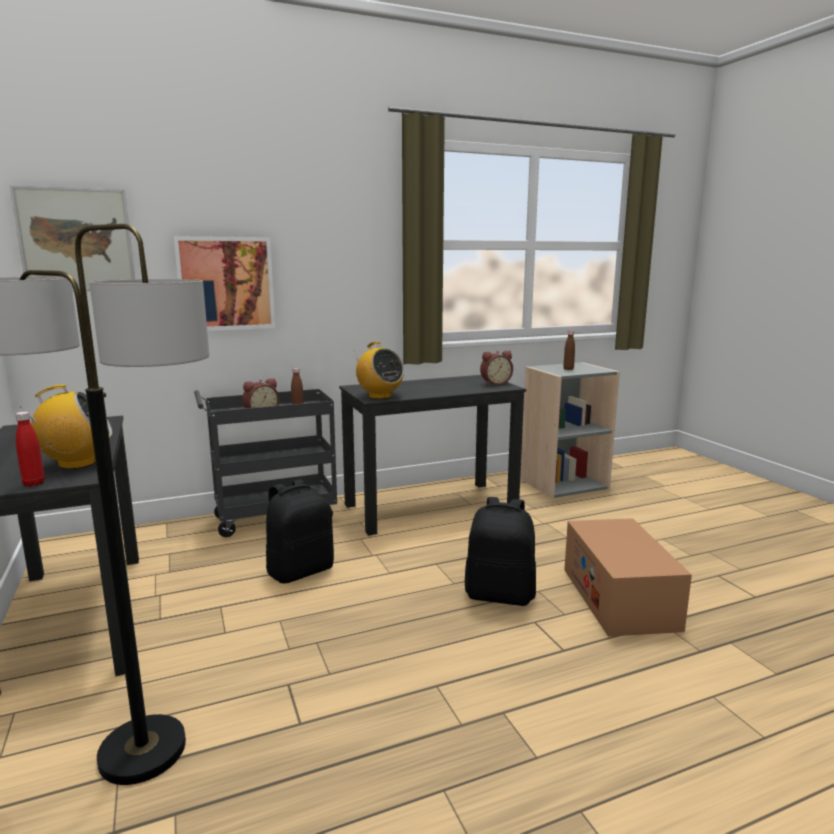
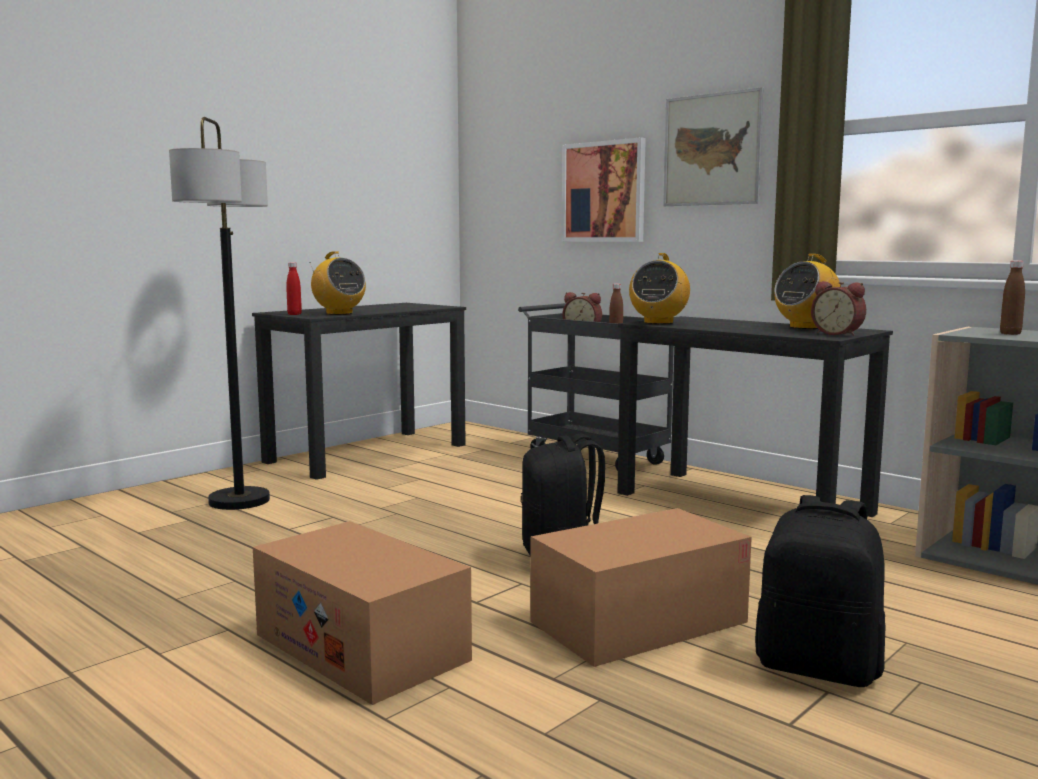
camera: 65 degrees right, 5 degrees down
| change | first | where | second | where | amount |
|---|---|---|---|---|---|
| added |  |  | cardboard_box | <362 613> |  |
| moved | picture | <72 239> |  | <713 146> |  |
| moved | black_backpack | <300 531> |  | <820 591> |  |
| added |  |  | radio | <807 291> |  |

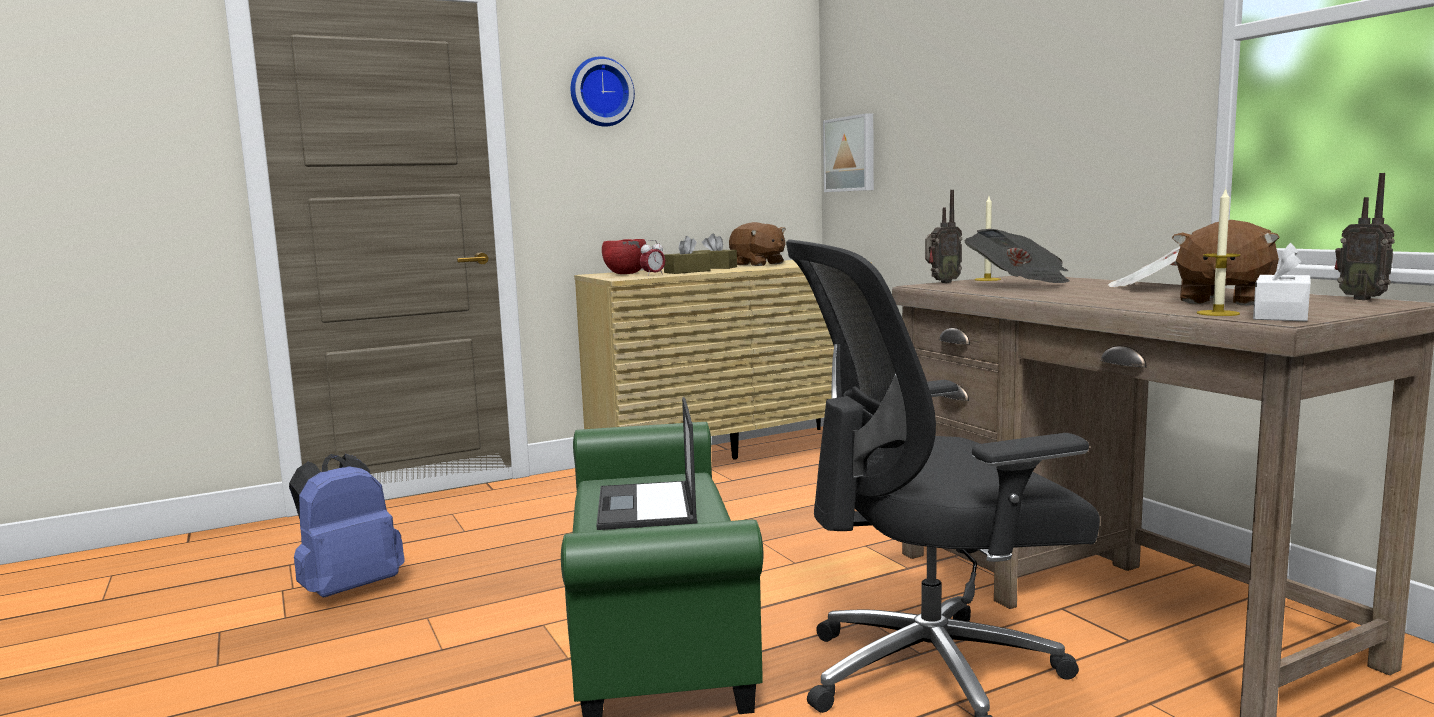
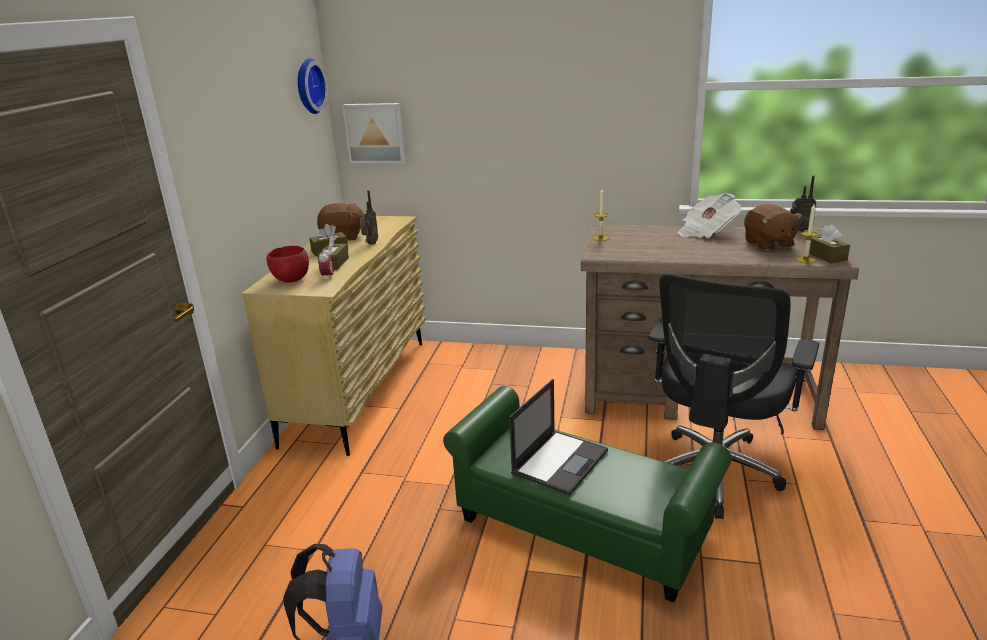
camera: 50 degrees left, 15 degrees up
| change | first | where | second | where | amount |
|---|---|---|---|---|---|
| moved | wall_clock | <603 91> |  | <313 86> |  |
| moved | radio | <943 236> |  | <369 217> |  |
| turned | laptop | <647 463> |  | <558 437> | 90 degrees counterclockwise |
| recoloured | white_tissue_box | <1281 282> | brown_tissue_box | <829 244> |  |
| removed | newspaper | <1017 256> |  |  |  |

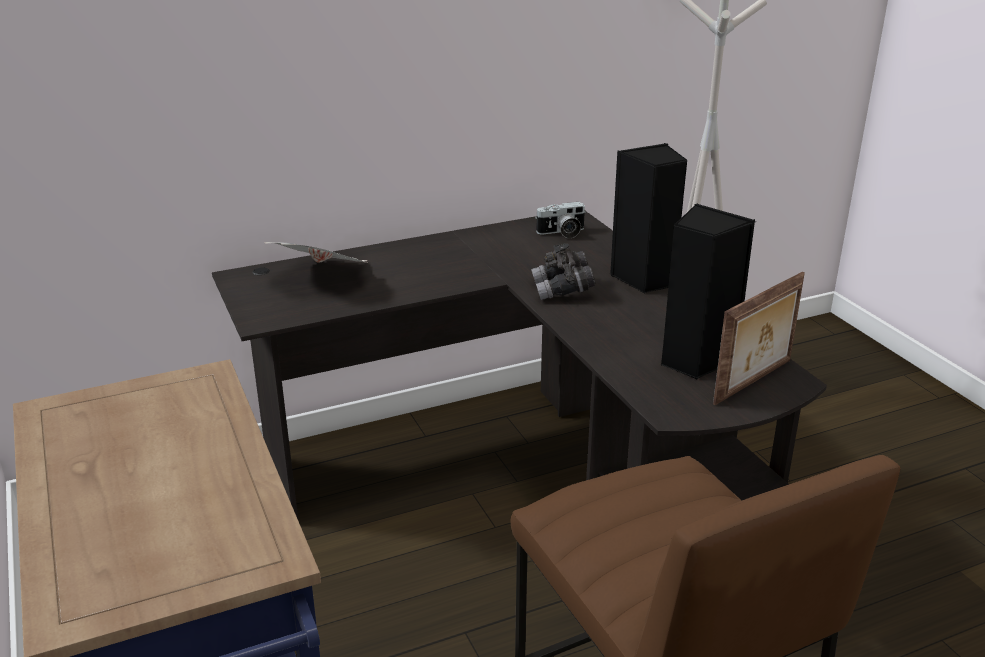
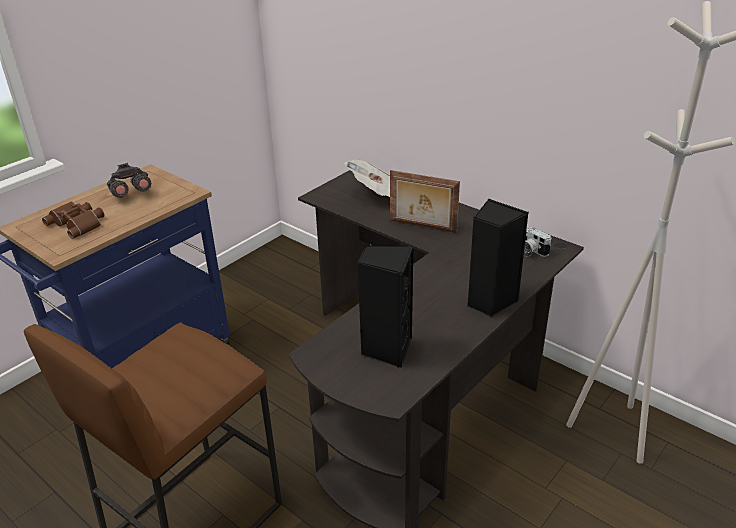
camera: 65 degrees right, 5 degrees up
| change | first | where | second | where | amount |
|---|---|---|---|---|---|
| added |  |  | brown_binoculars | <73 220> |  |
| moved | grey_binoculars | <563 271> |  | <129 180> |  |
| moved | picture_frame | <759 338> |  | <425 201> |  |

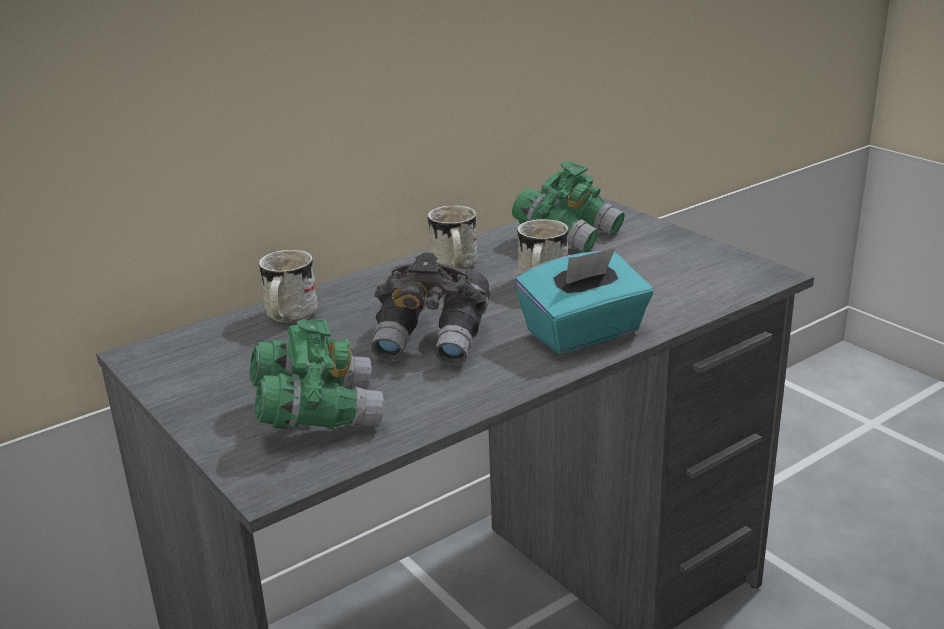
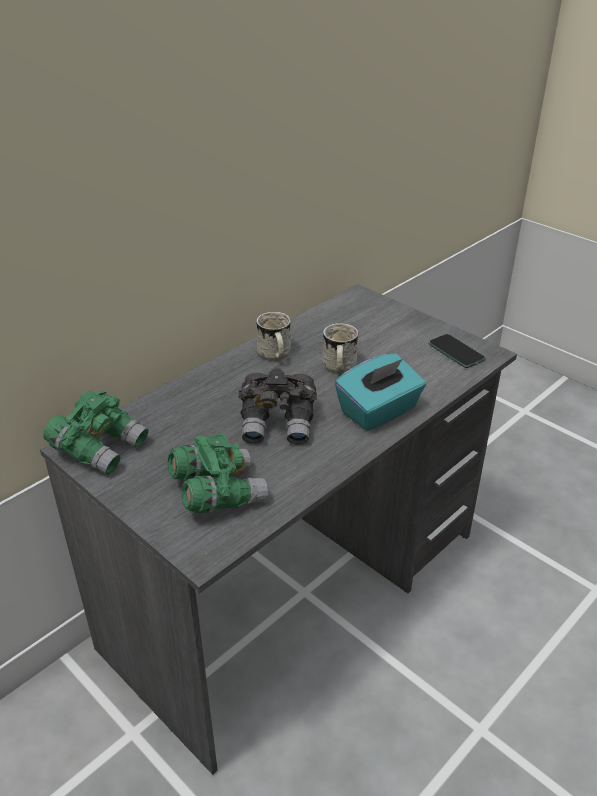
camera: 10 degrees left, 10 degrees up
| change | first | where | second | where | amount |
|---|---|---|---|---|---|
| moved | green_binoculars | <568 207> |  | <95 432> |  |
| added |  |  | phone | <457 351> |  |
| removed | white_mug | <288 286> |  |  |  |

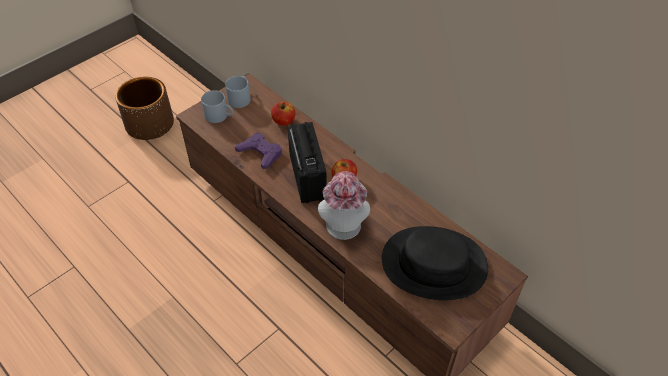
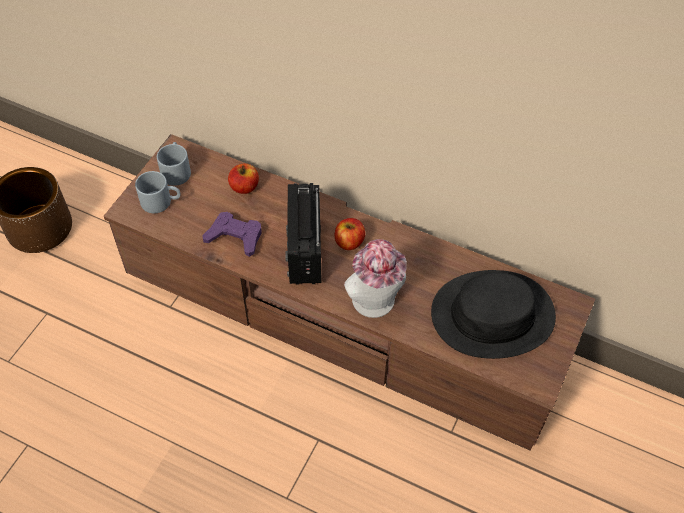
camera: 20 degrees left, 5 degrees up
| change | first | where | second | where | amount |
|---|---|---|---|---|---|
| turned | radio | <307 162> |  | <303 234> | 150 degrees counterclockwise |

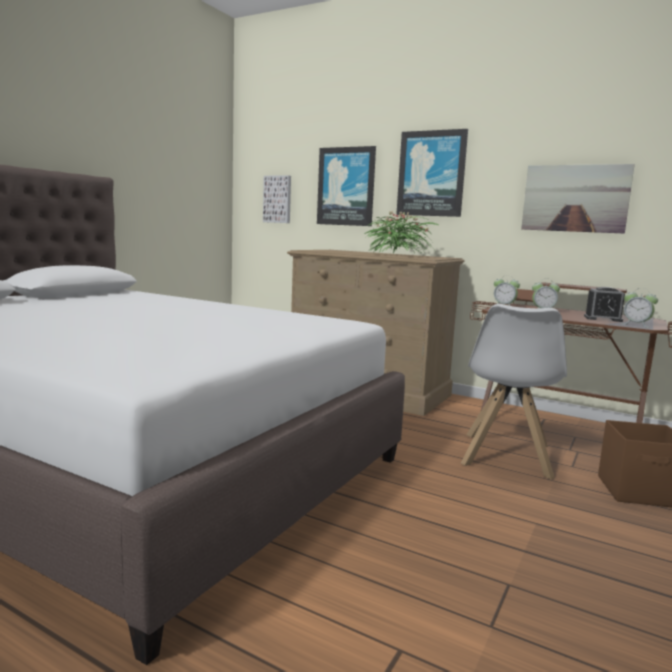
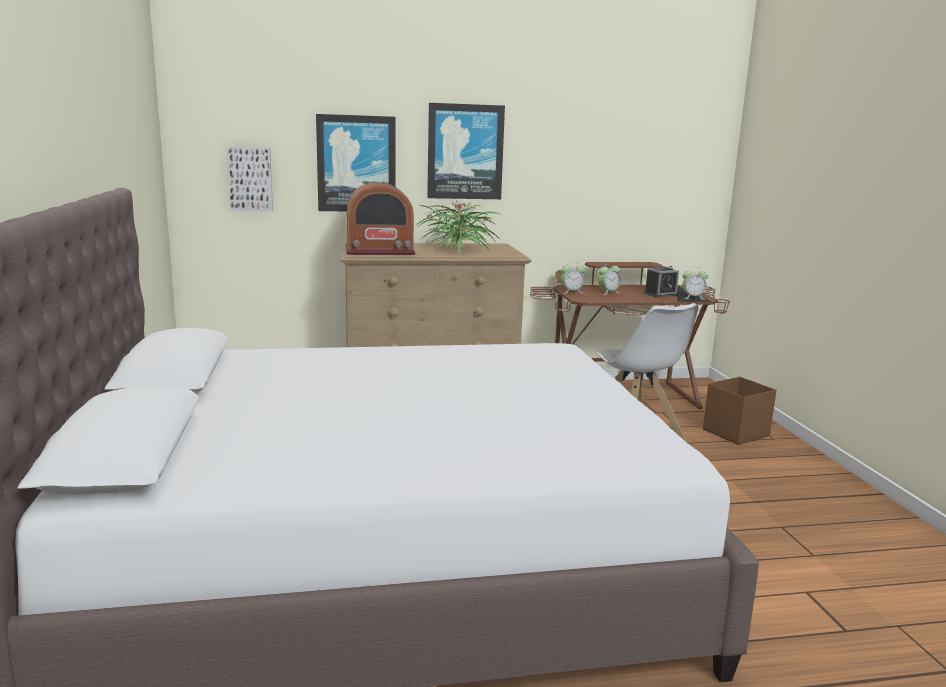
camera: 40 degrees left, 5 degrees up
| change | first | where | second | where | amount |
|---|---|---|---|---|---|
| added |  |  | radio | <380 219> |  |
| removed | picture | <578 199> |  |  |  |

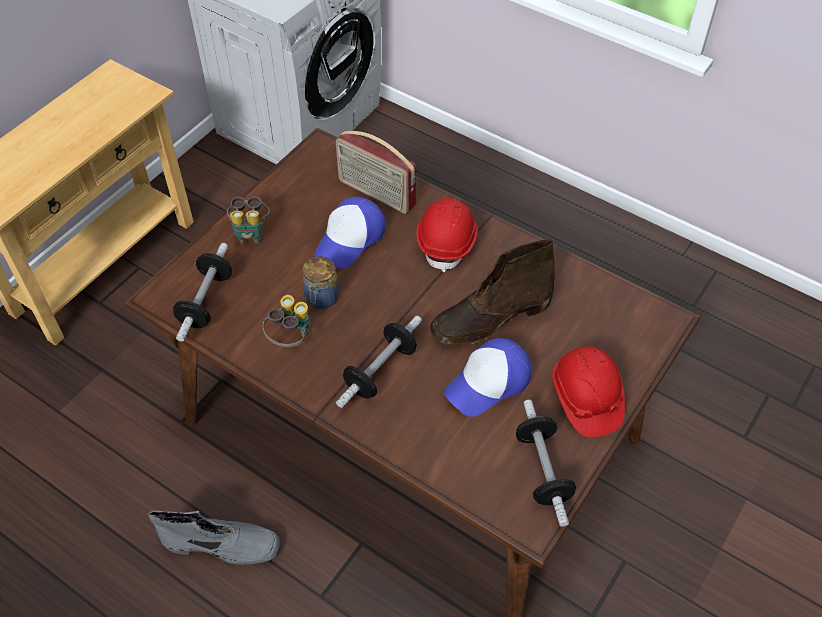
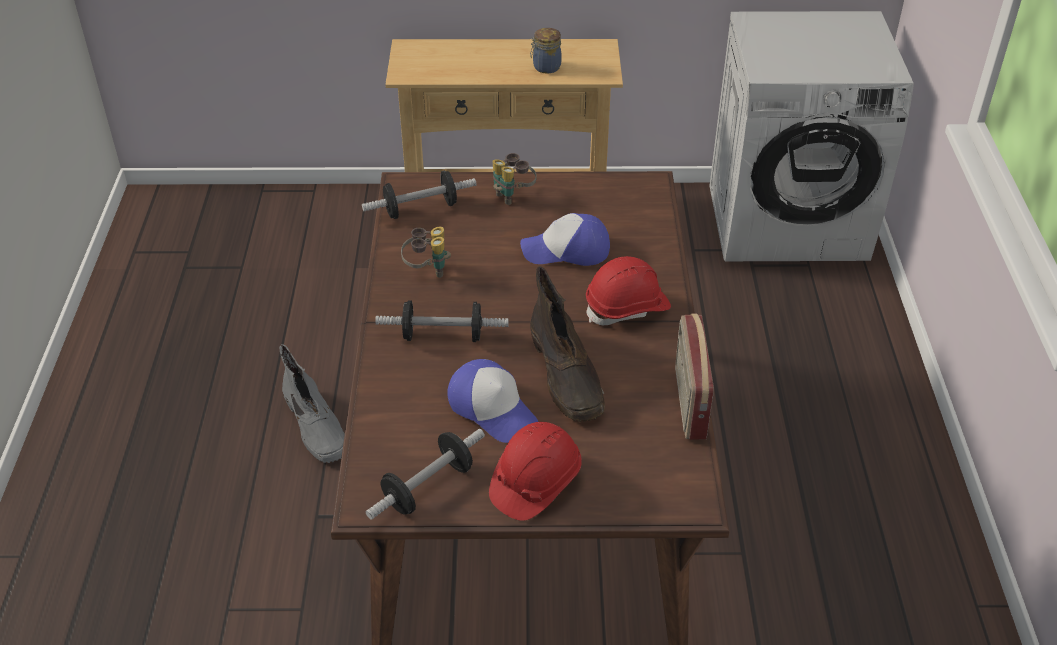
camera: 55 degrees right, 10 degrees down
| change | first | where | second | where | amount |
|---|---|---|---|---|---|
| turned | cap | <488 377> |  | <492 401> | 150 degrees counterclockwise |
| moved | jar | <321 282> |  | <545 51> |  |
| turned | brown_boot | <492 292> |  | <567 344> | 135 degrees counterclockwise |
| moved | radio | <376 172> |  | <694 377> |  |

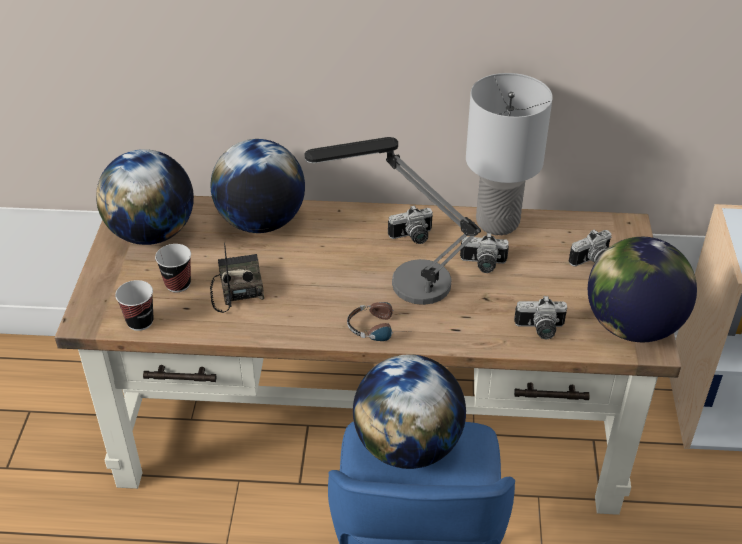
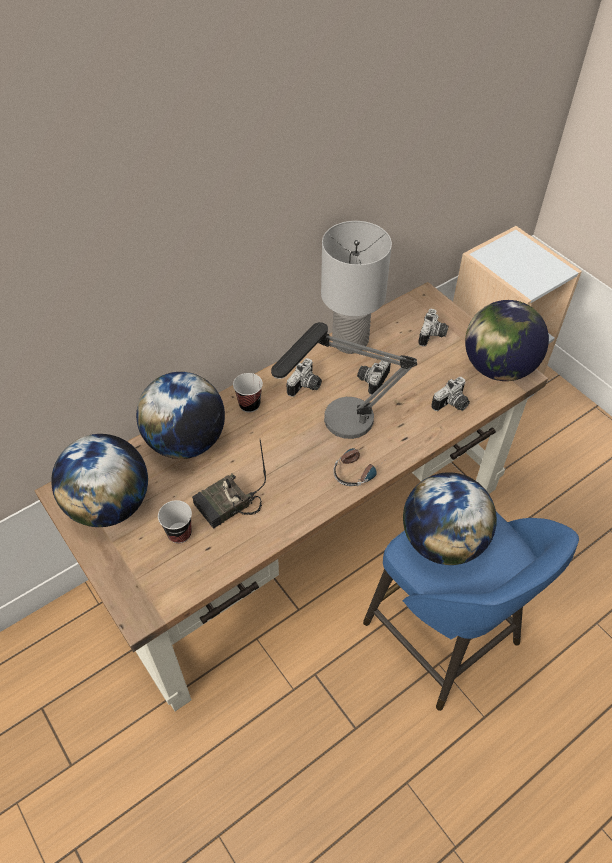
camera: 40 degrees left, 10 degrees up
| change | first | where | second | where | amount |
|---|---|---|---|---|---|
| turned | radio | <237 278> |  | <229 484> | 75 degrees counterclockwise |
| moved | cup | <134 305> |  | <248 393> |  |
| turned | photo_camera | <484 252> |  | <374 375> | 150 degrees clockwise |

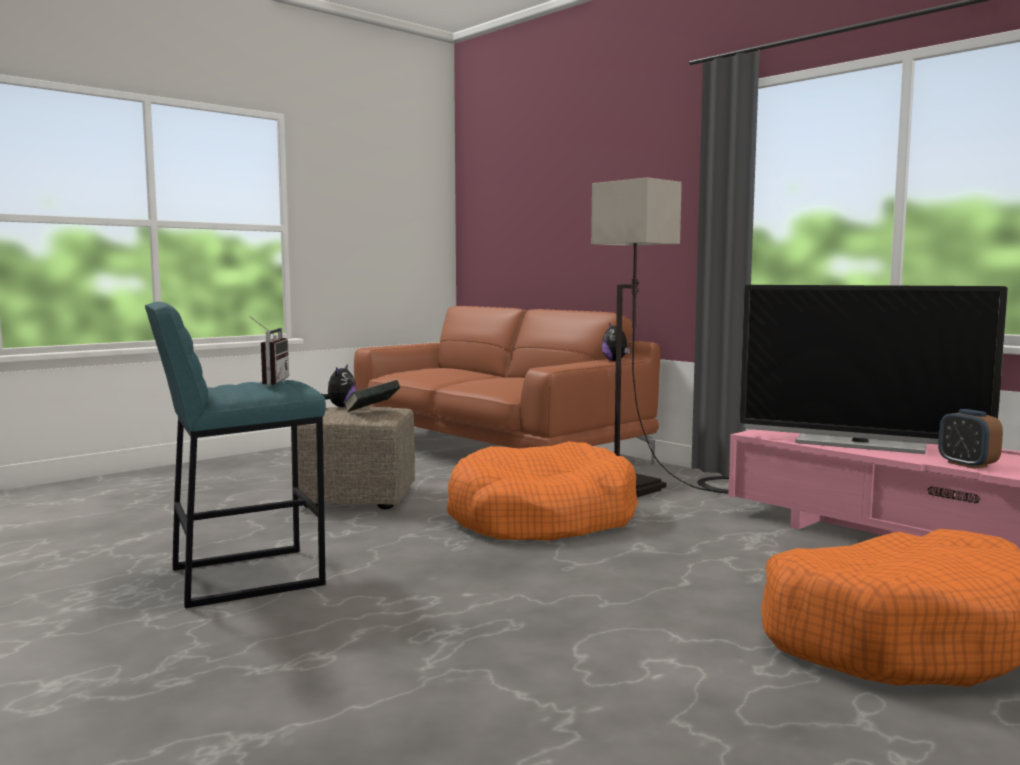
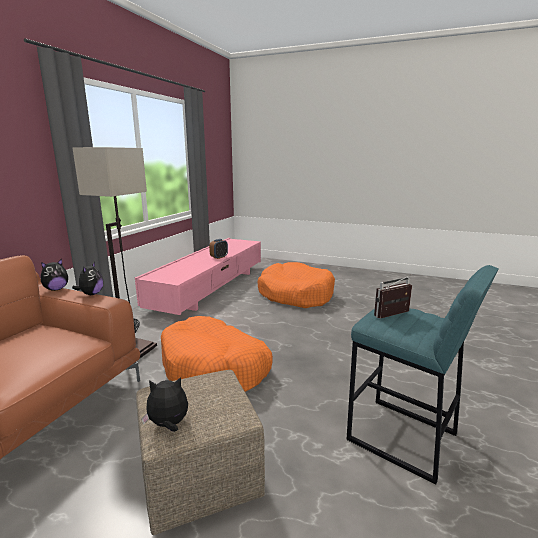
camera: 115 degrees left, 10 degrees up
| change | first | where | second | where | amount |
|---|---|---|---|---|---|
| added |  |  | plush_toy | <87 278> |  |
| removed | book | <371 396> |  |  |  |
| removed | television | <874 369> |  |  |  |

